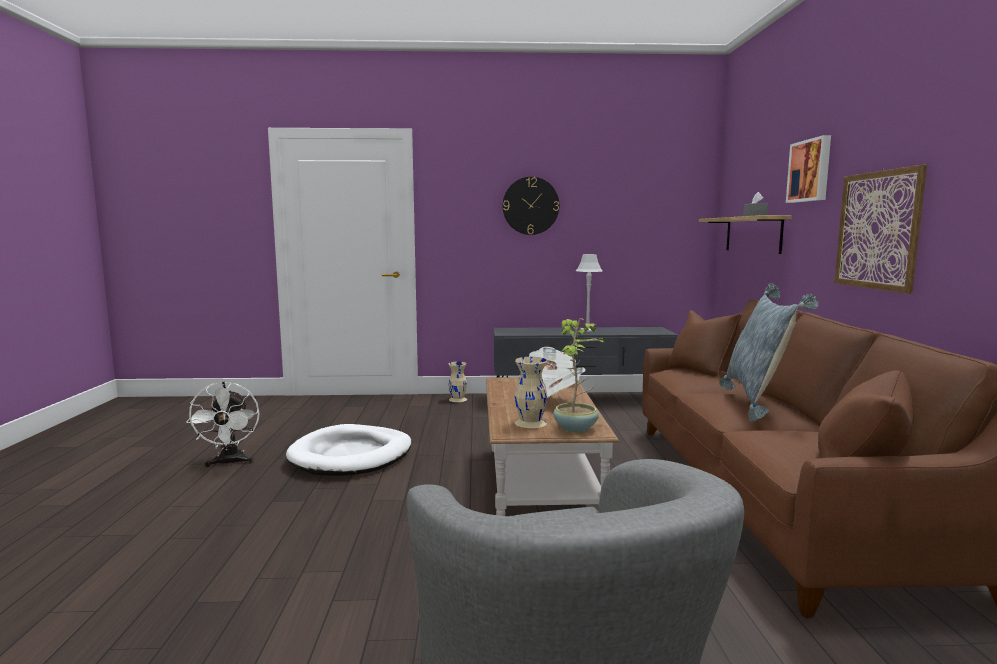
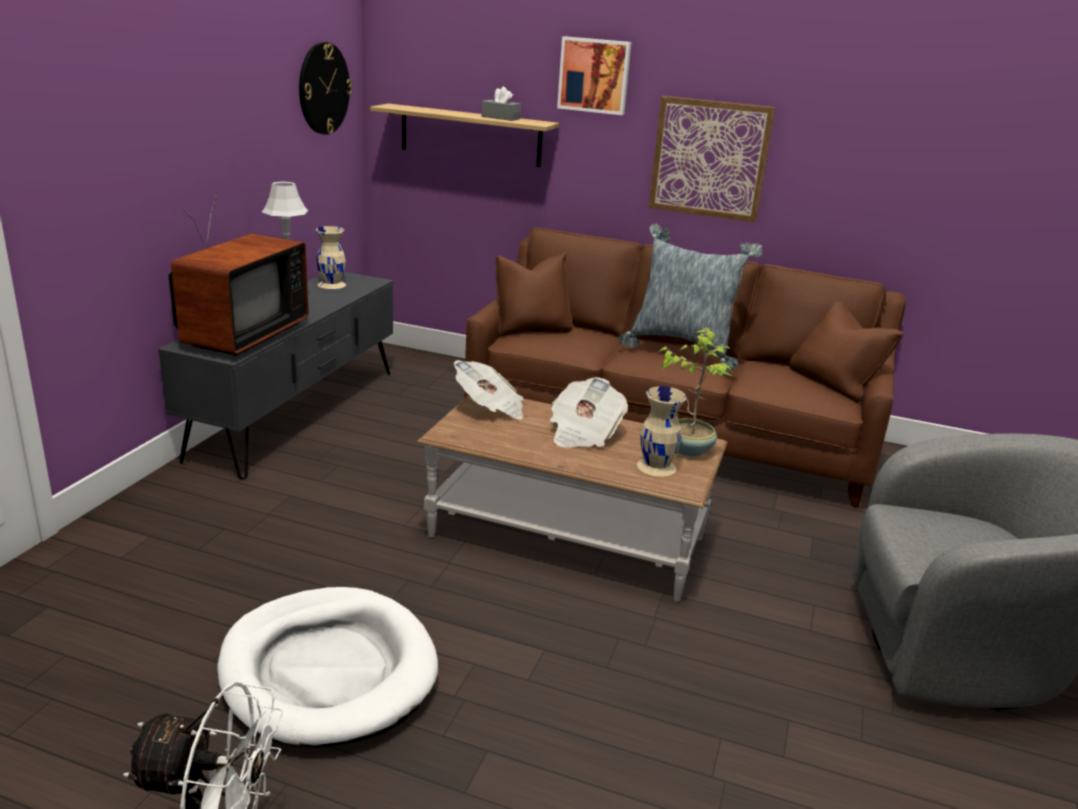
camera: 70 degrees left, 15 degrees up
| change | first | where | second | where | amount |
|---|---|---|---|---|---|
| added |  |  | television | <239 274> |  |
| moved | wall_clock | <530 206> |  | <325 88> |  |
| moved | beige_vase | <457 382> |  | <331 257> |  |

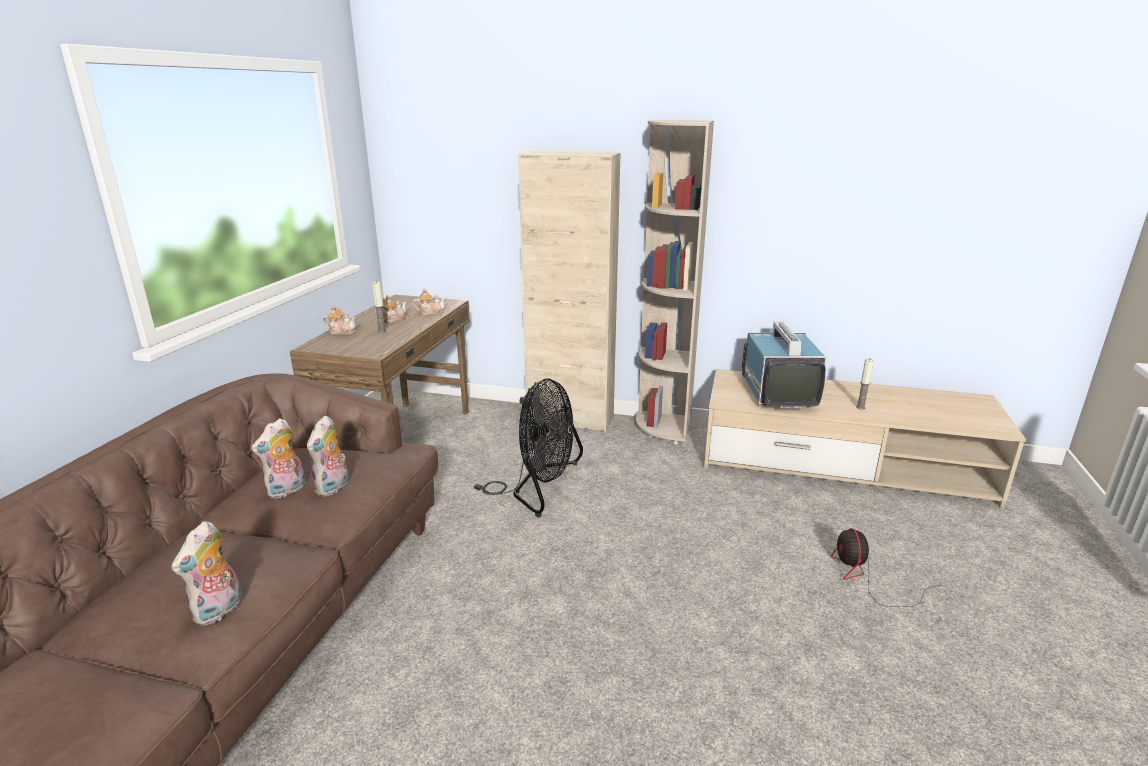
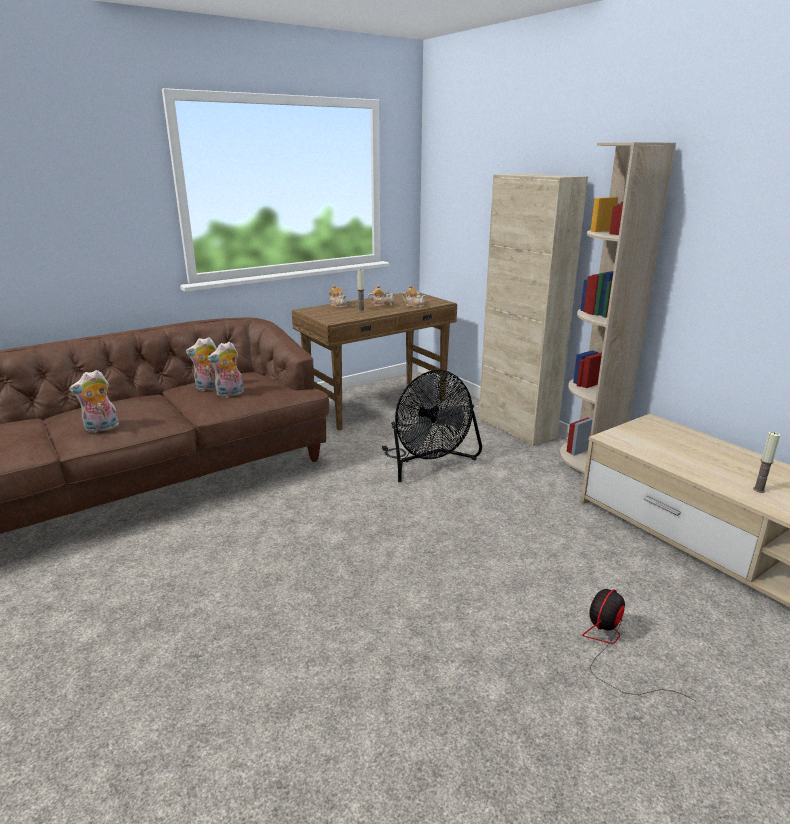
camera: 40 degrees right, 0 degrees up
| change | first | where | second | where | amount |
|---|---|---|---|---|---|
| removed | television | <784 365> |  |  |  |

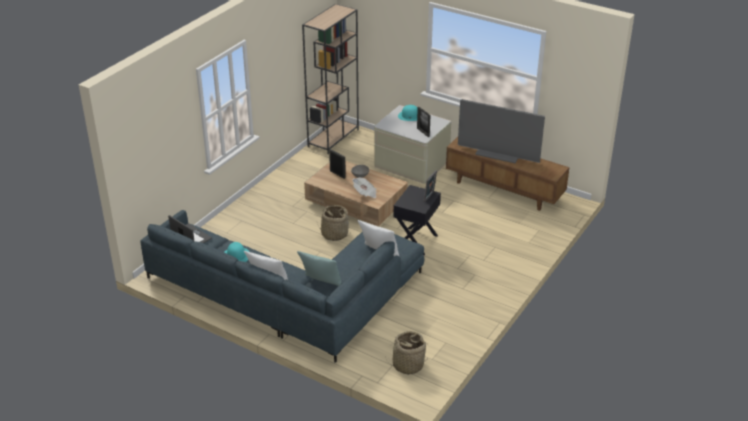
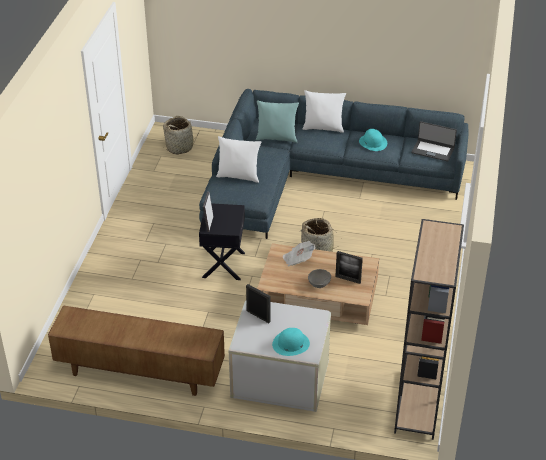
camera: 160 degrees right, 5 degrees up
| change | first | where | second | where | amount |
|---|---|---|---|---|---|
| removed | television | <501 131> |  |  |  |

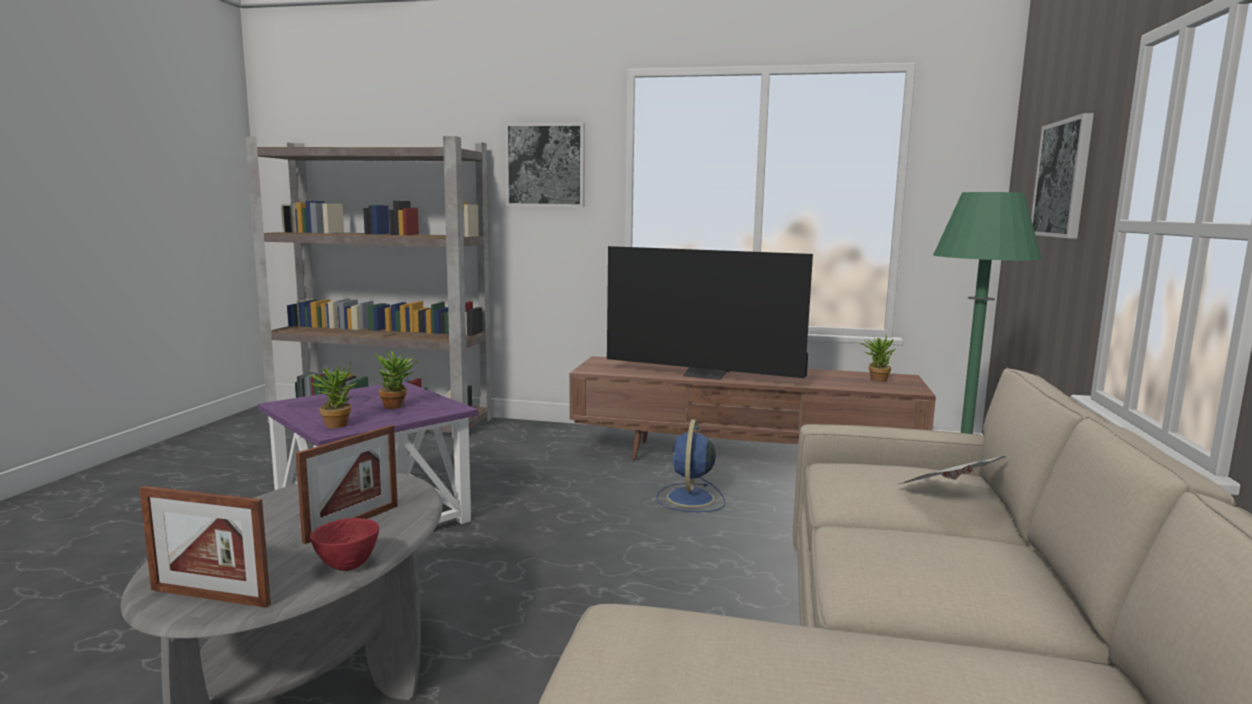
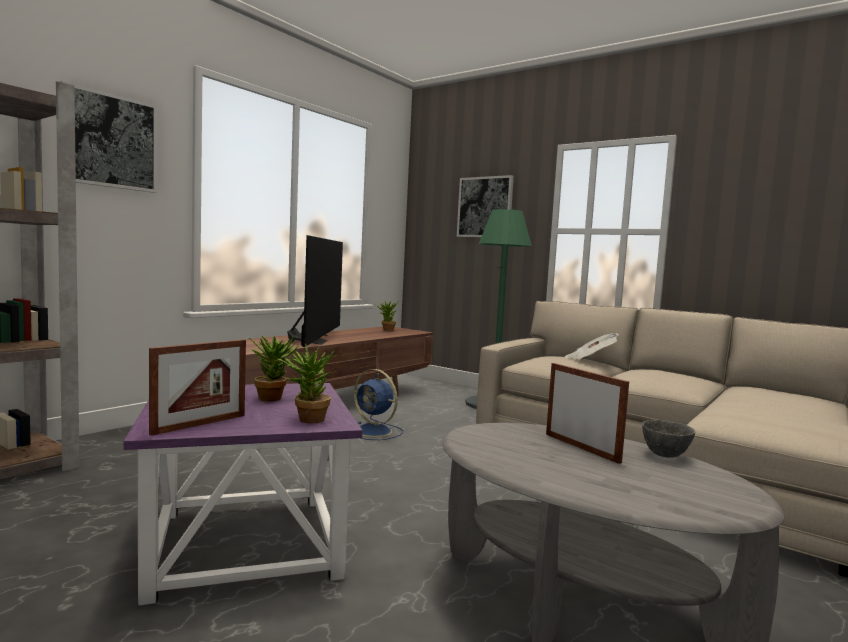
camera: 65 degrees left, 5 degrees down
| change | first | where | second | where | amount |
|---|---|---|---|---|---|
| moved | picture_frame | <205 547> |  | <197 387> |  |
| turned | television | <710 313> |  | <315 291> | 45 degrees counterclockwise |
| recoloured | red_bowl | <344 544> | grey_bowl | <668 439> |  |

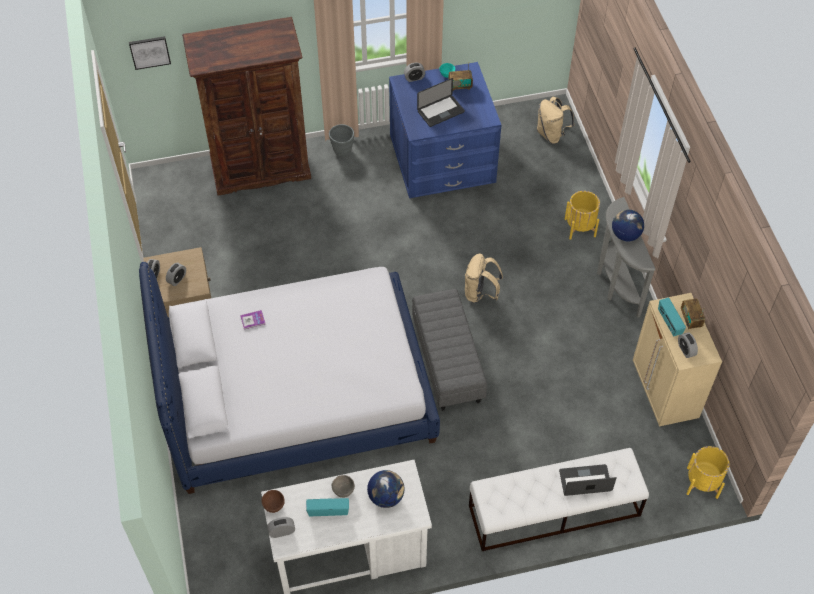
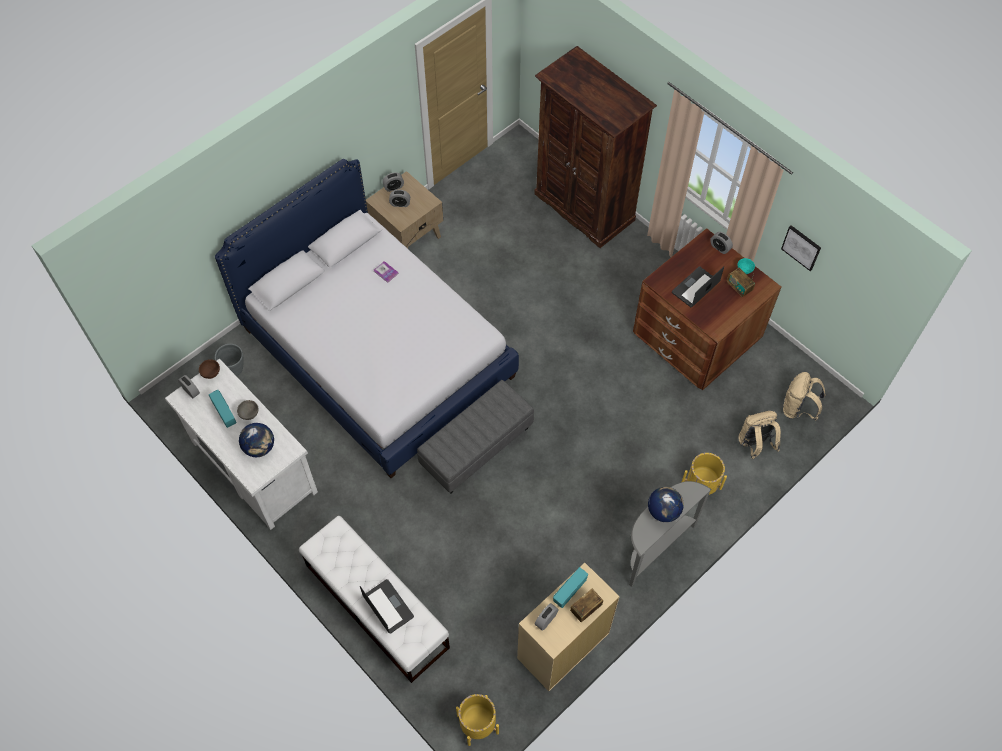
camera: 60 degrees right, 5 degrees up
| change | first | where | second | where | amount |
|---|---|---|---|---|---|
| moved | grey_planter | <341 140> |  | <229 360> |  |
| recoloured | blue_dresser | <445 130> | brown_dresser | <707 309> |  |
| turned | laptop | <441 102> |  | <698 287> | 105 degrees clockwise |
| moved | beige_backpack | <484 278> |  | <759 435> |  |
| moved | picture | <150 53> |  | <801 248> |  |

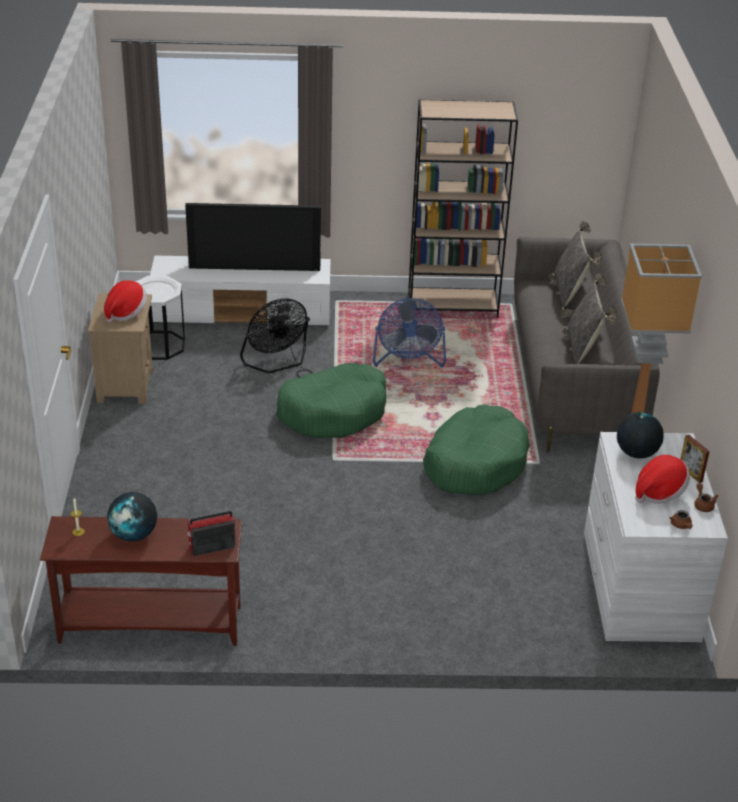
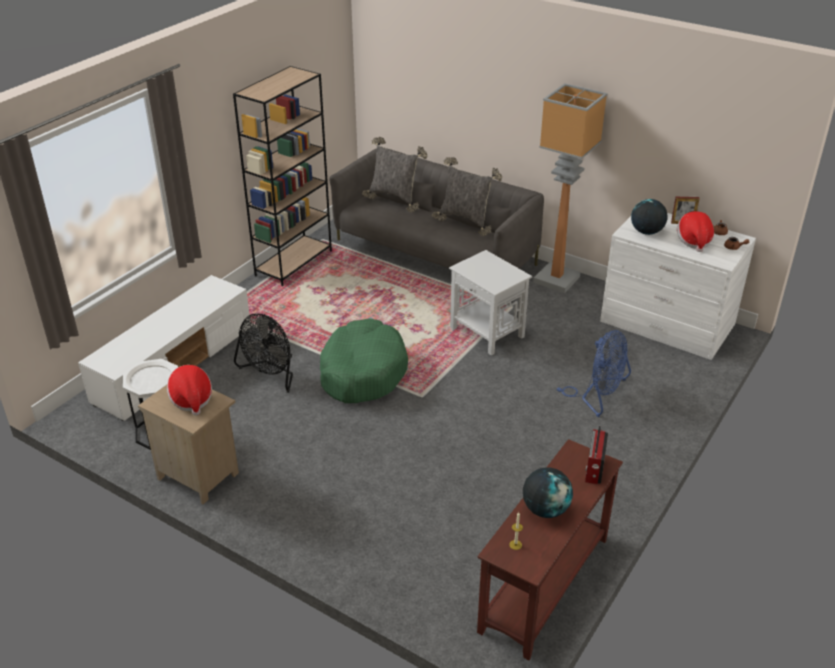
camera: 55 degrees left, 0 degrees up
| change | first | where | second | where | amount |
|---|---|---|---|---|---|
| turned | black_fan | <276 338> |  | <263 353> | 60 degrees counterclockwise |
| replaced | green_dog_bed | <476 449> | white_side_table | <490 303> |  |
| moved | blue_fan | <409 332> |  | <594 373> |  |
| removed | television | <253 237> |  |  |  |

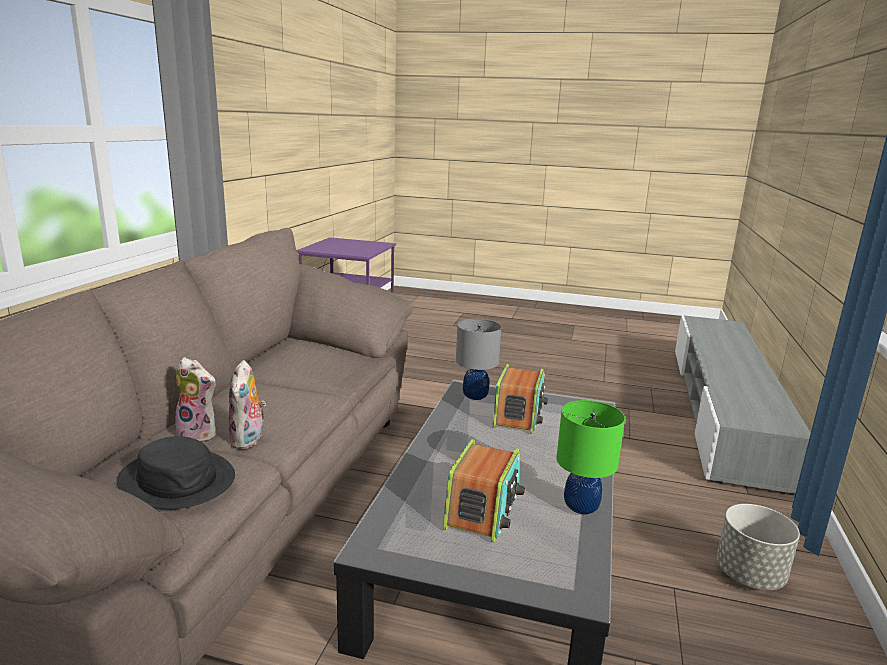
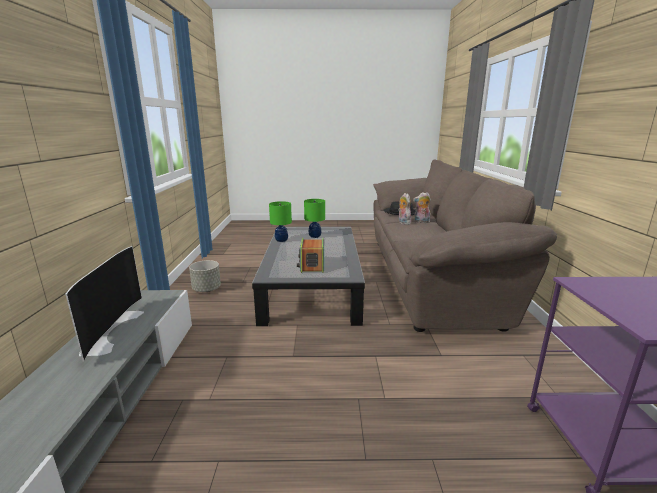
camera: 165 degrees right, 0 degrees up
| change | first | where | second | where | amount |
|---|---|---|---|---|---|
| added |  |  | television | <104 304> |  |
| replaced | radio | <484 490> | green_table_lamp | <314 218> |  |
| removed | grey_table_lamp | <479 359> |  |  |  |

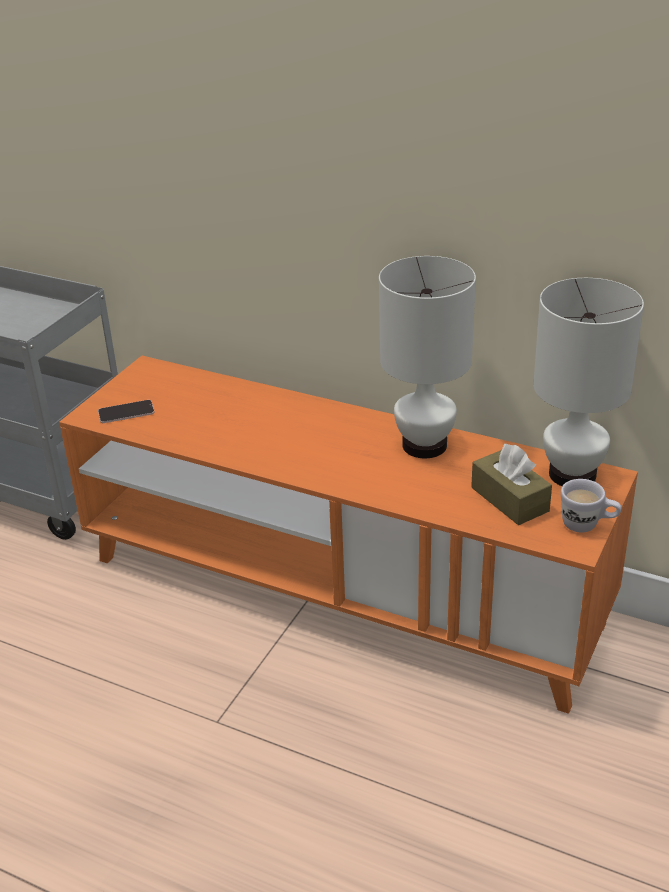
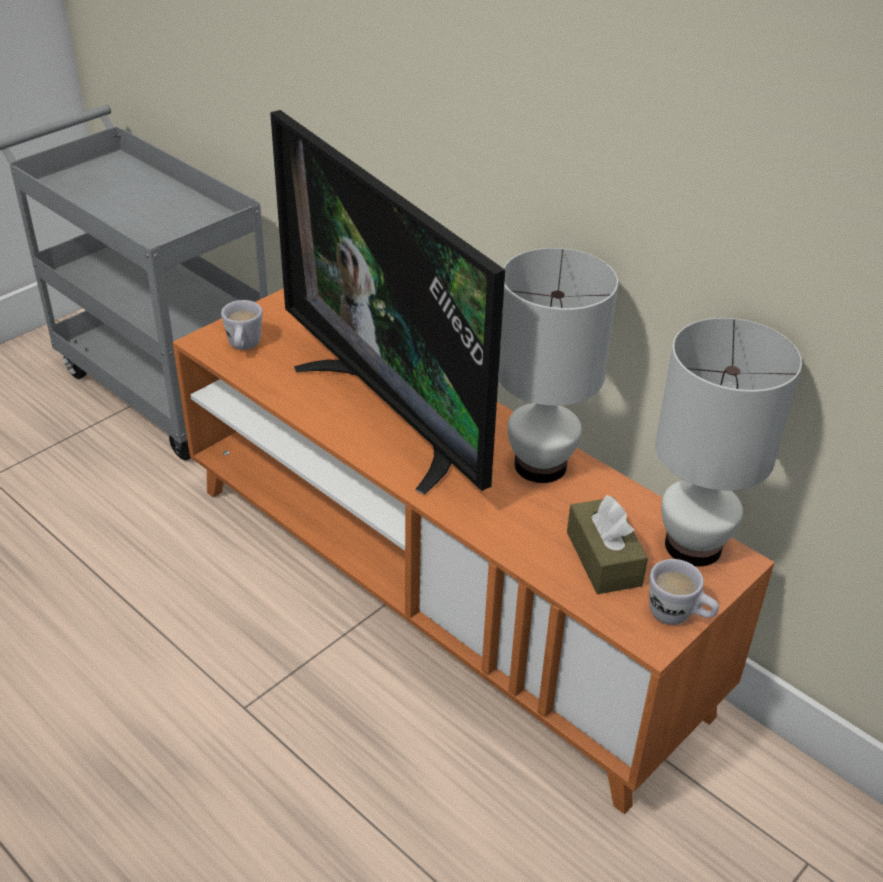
camera: 15 degrees right, 5 degrees up
| change | first | where | second | where | amount |
|---|---|---|---|---|---|
| replaced | phone | <126 411> | white_mug | <241 325> |  |
| added |  |  | television | <387 302> |  |

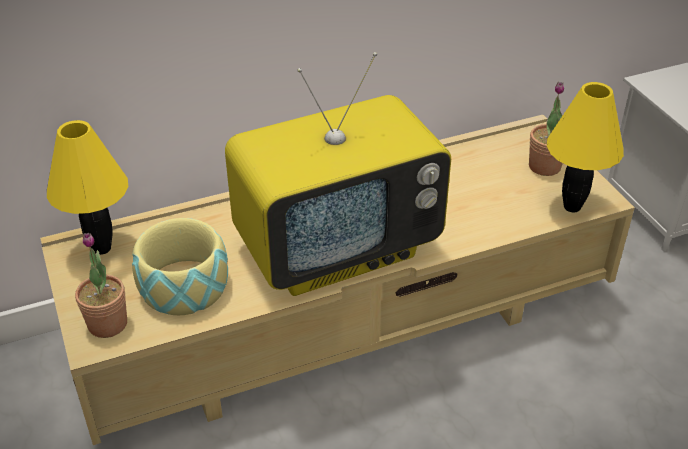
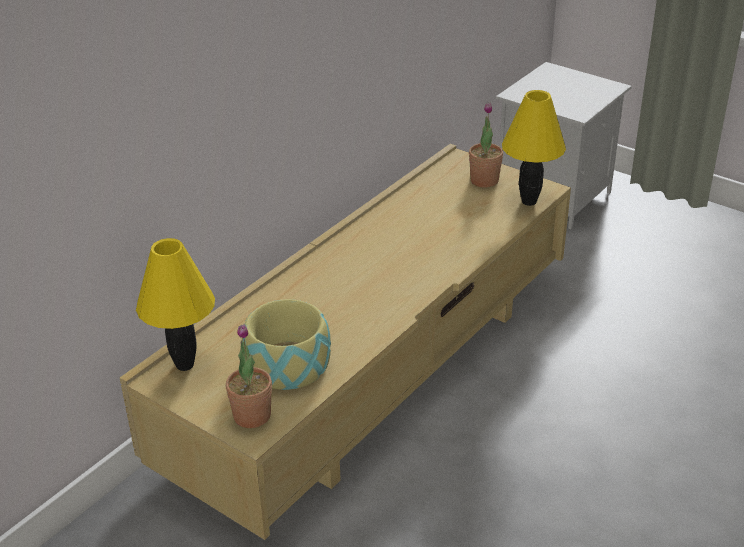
camera: 30 degrees left, 5 degrees down
| change | first | where | second | where | amount |
|---|---|---|---|---|---|
| removed | television | <338 174> |  |  |  |

